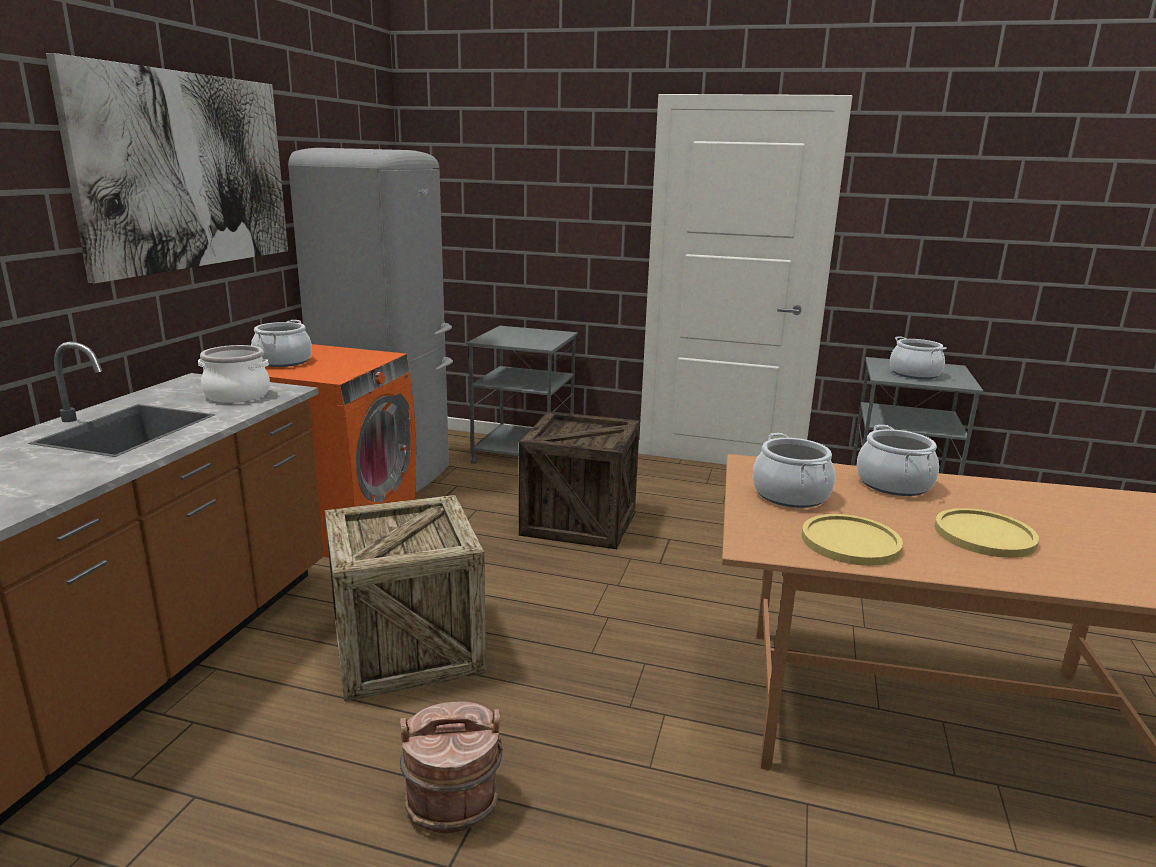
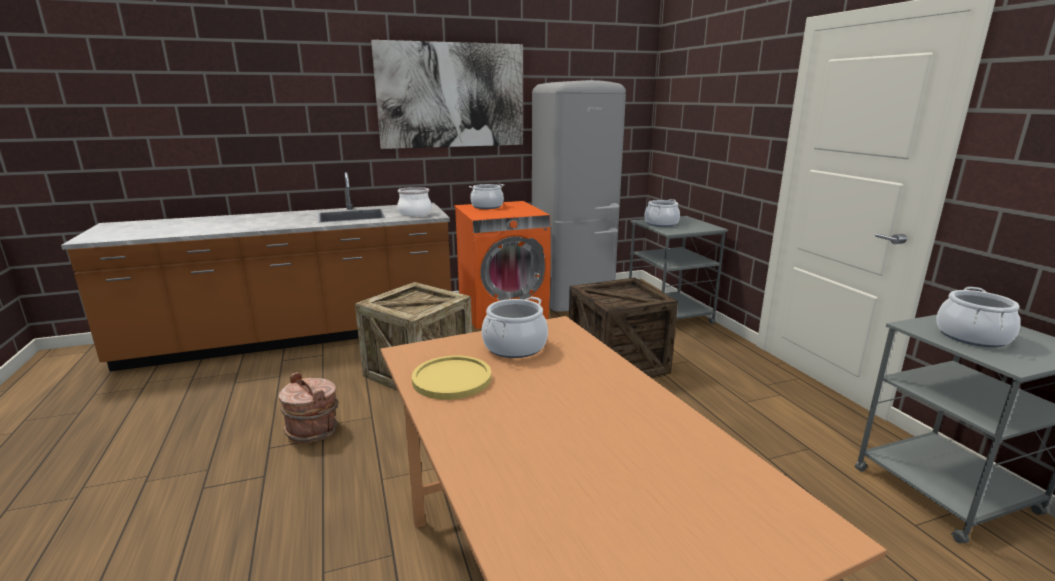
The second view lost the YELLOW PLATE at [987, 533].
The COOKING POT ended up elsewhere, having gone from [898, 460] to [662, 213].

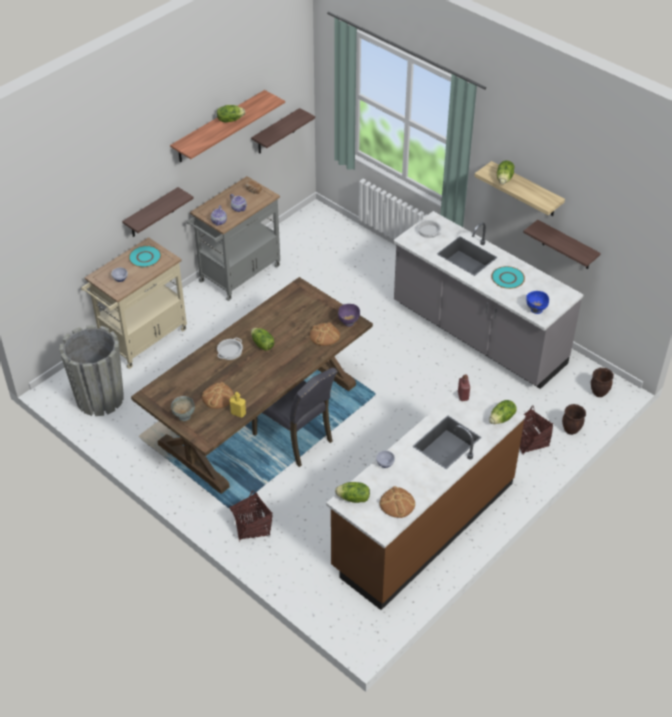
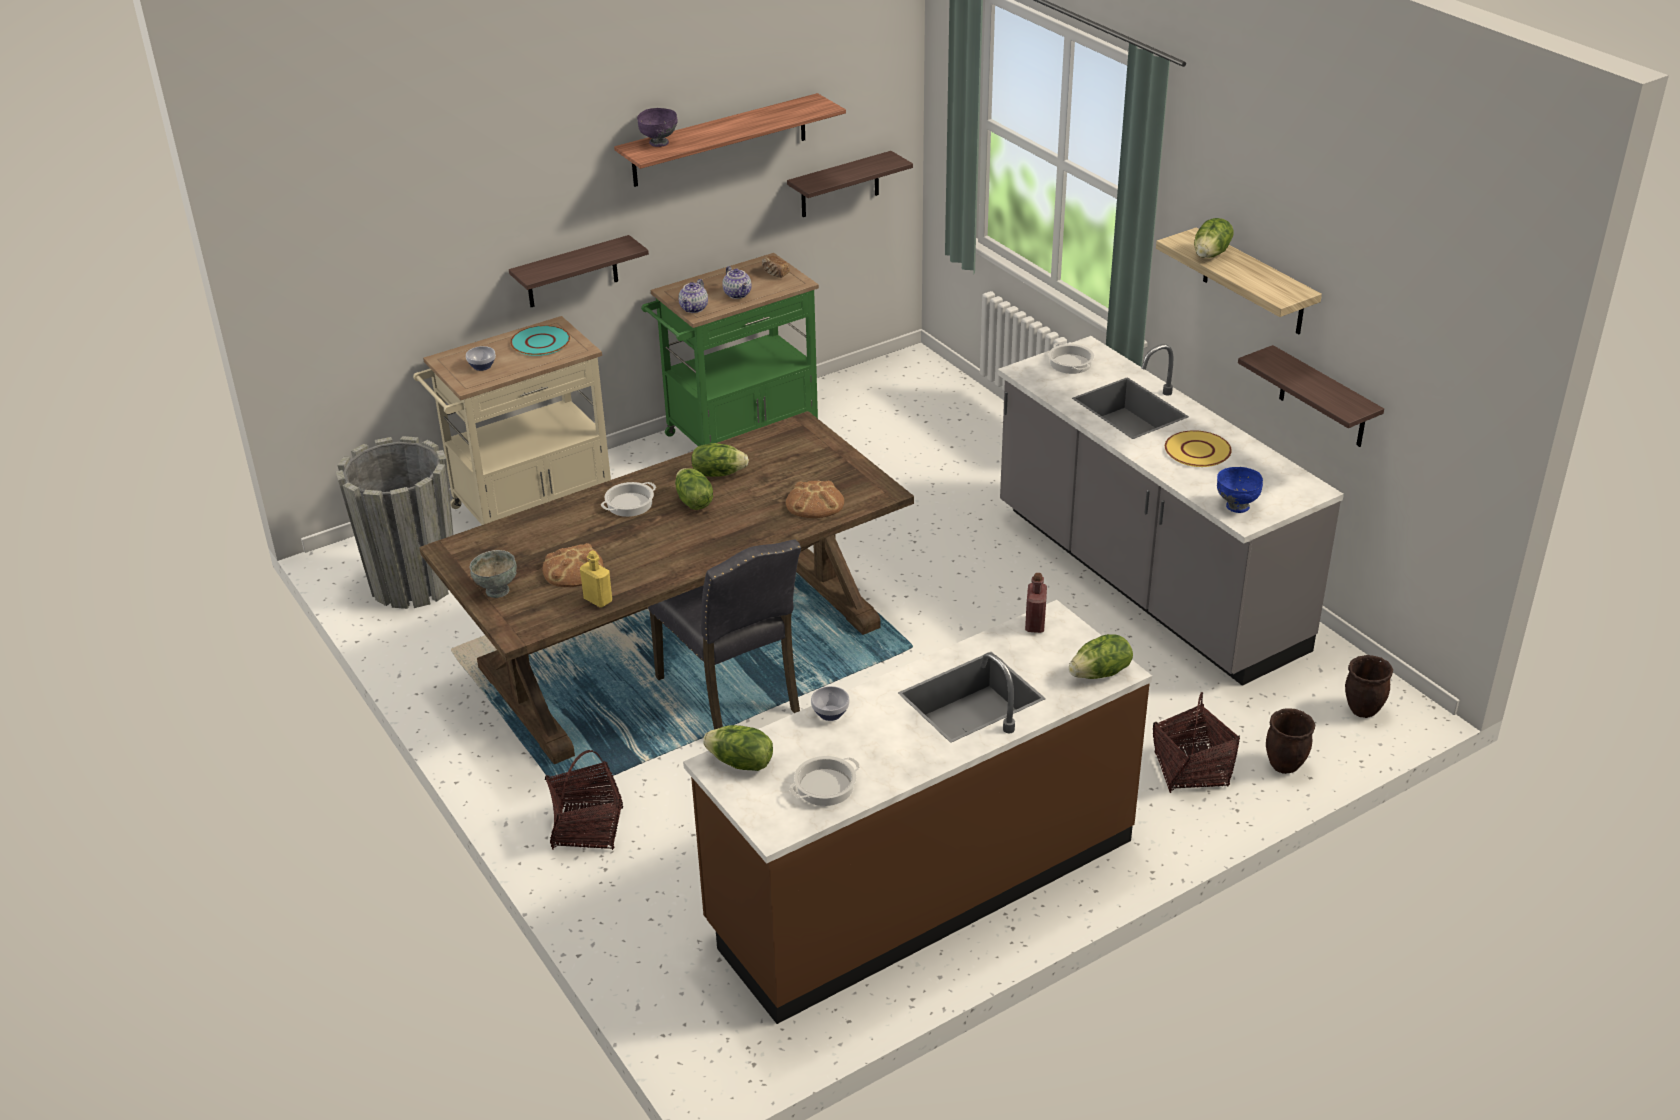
The LETTUCE ended up elsewhere, having gone from [231, 113] to [720, 460].
The PURPLE BOWL ended up elsewhere, having gone from [349, 315] to [657, 127].
Where the BREAD stood at [397, 502], the COOKING POT came to stand at [824, 781].
What was the GREY CART at [233, 238] turned into the GREEN CART at [730, 349].
What was the TURQUOISE PLATE at [508, 277] turned into the YELLOW PLATE at [1198, 448].

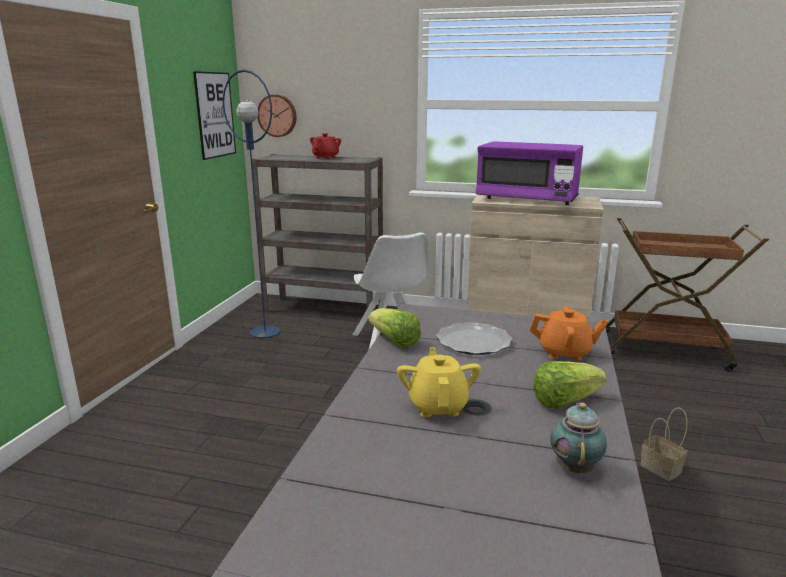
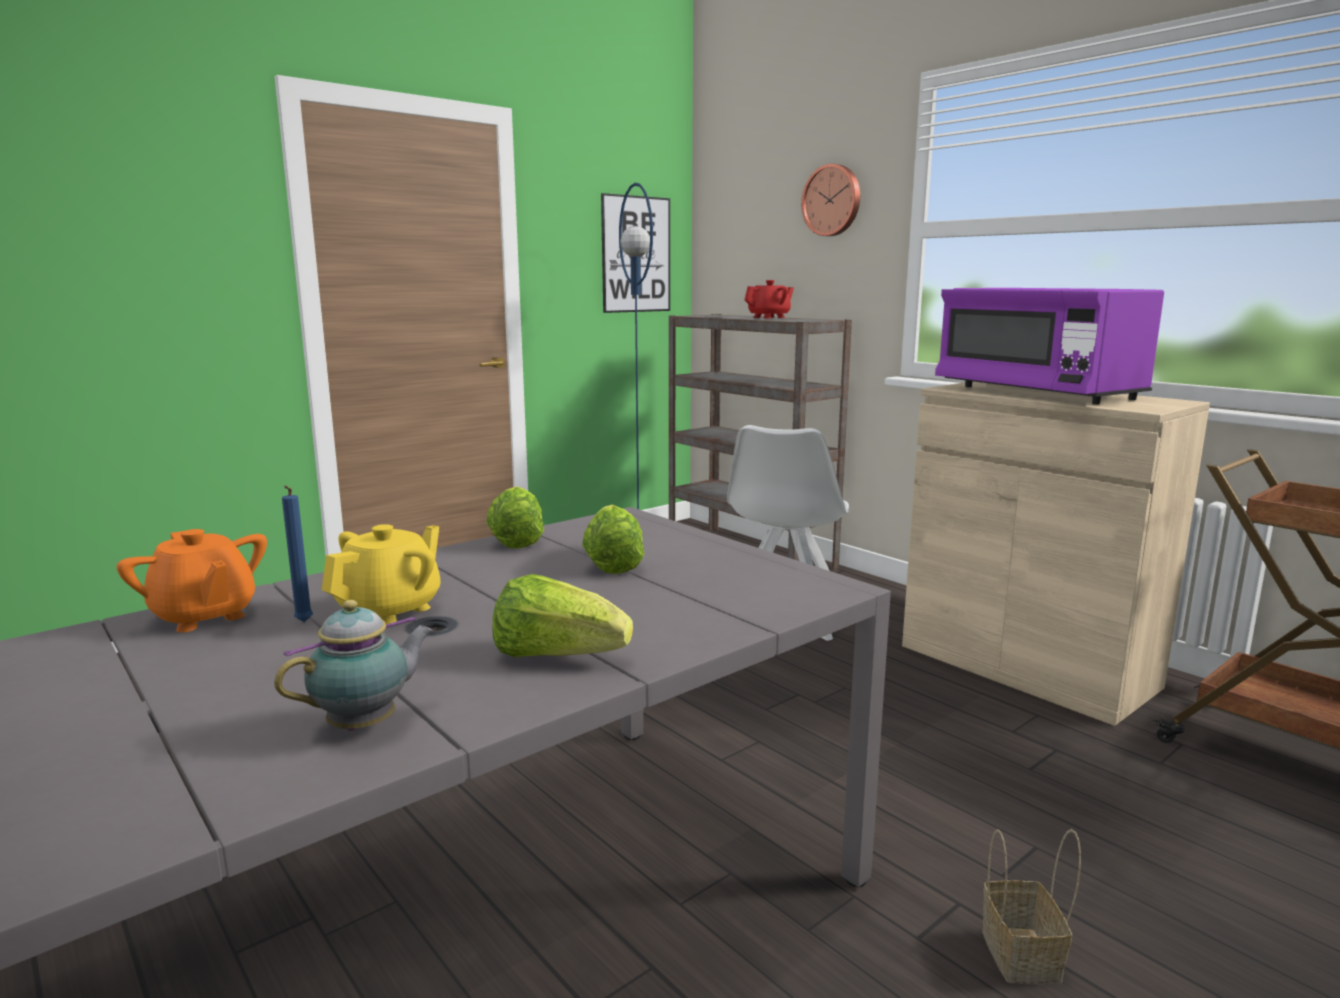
The second view gained the BLUE CANDLE at [297, 553].
The WALL CLOCK ended up elsewhere, having gone from [277, 115] to [830, 200].
The ORANGE TEAPOT ended up elsewhere, having gone from [568, 333] to [191, 580].
Where the PLATE stood at [474, 338], the LETTUCE came to stand at [613, 539].

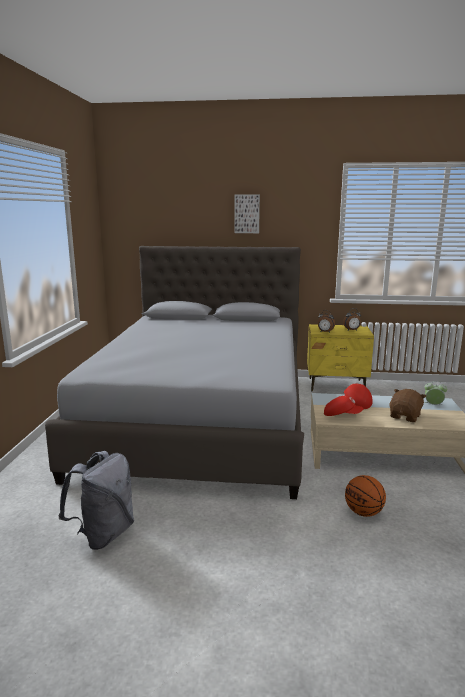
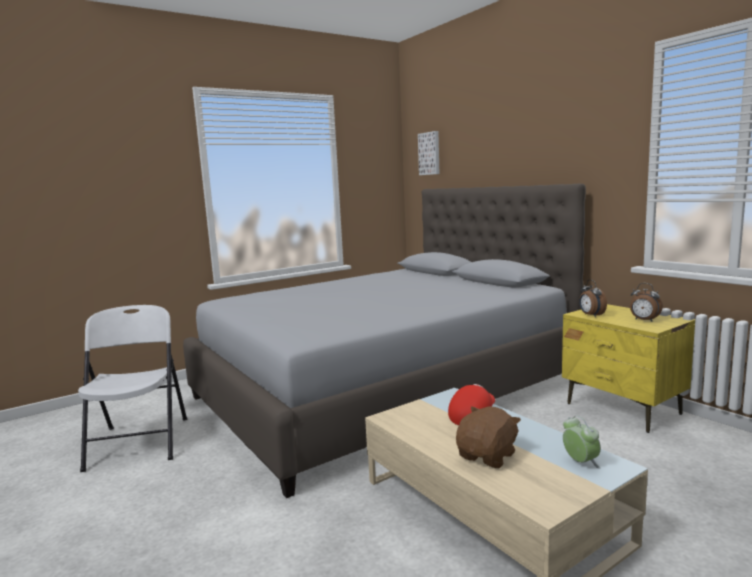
The second view lost the RED CAP at [344, 406].
The second view lost the BASKETBALL at [365, 496].
The PICTURE ended up elsewhere, having gone from [247, 213] to [428, 153].
Where the GREY BACKPACK stood at [96, 500], the WHITE CHAIR came to stand at [132, 388].
The BROWN PLUSH TOY at [408, 405] ended up facing another way, 45 degrees counterclockwise from before.

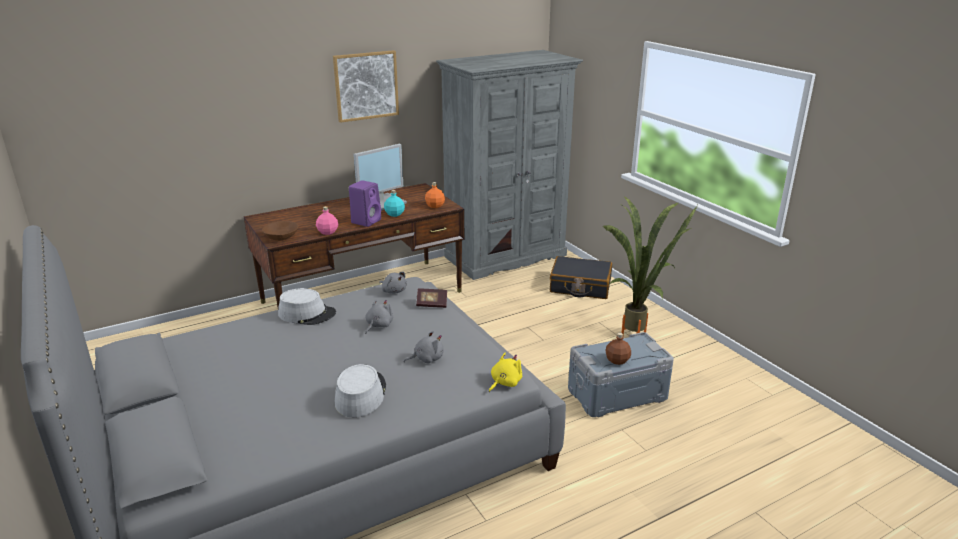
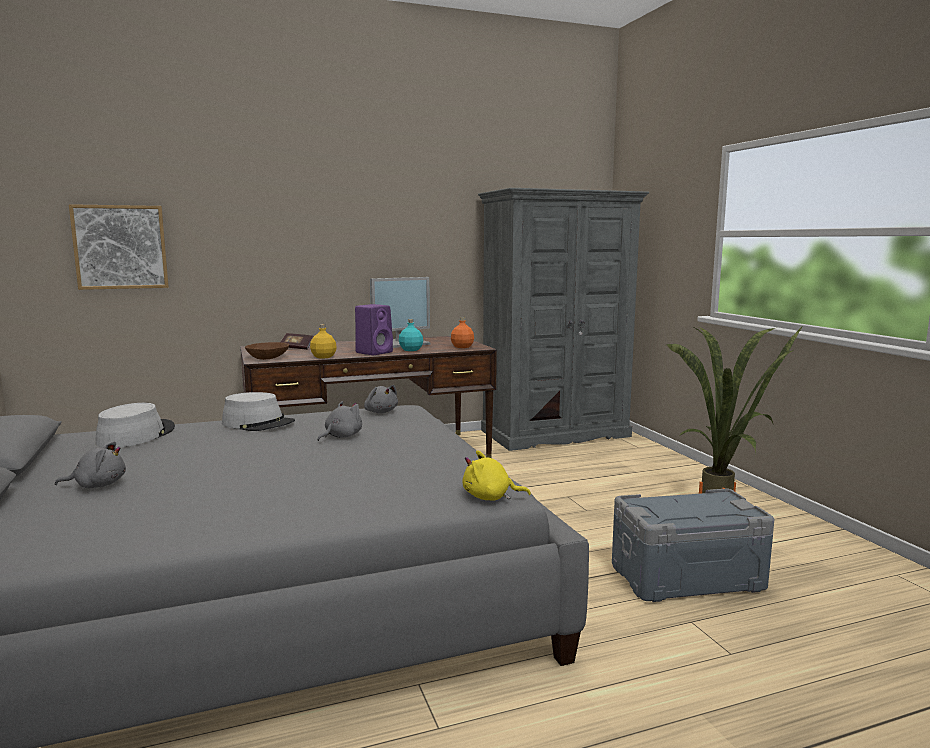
The second view lost the BLACK SUITCASE at [581, 277].
The second view lost the BROWN BOTTLE at [618, 349].
The PICTURE ended up elsewhere, having gone from [366, 86] to [119, 247].
The GREY HAT ended up elsewhere, having gone from [360, 391] to [135, 425].
The GREY PLUSH TOY ended up elsewhere, having gone from [424, 347] to [90, 464].
The BOOK ended up elsewhere, having gone from [431, 298] to [297, 341].
What was the PINK BOTTLE at [327, 220] turned into the YELLOW BOTTLE at [323, 341].
The YELLOW PLUSH TOY at [505, 372] ended up facing another way, 135 degrees counterclockwise from before.

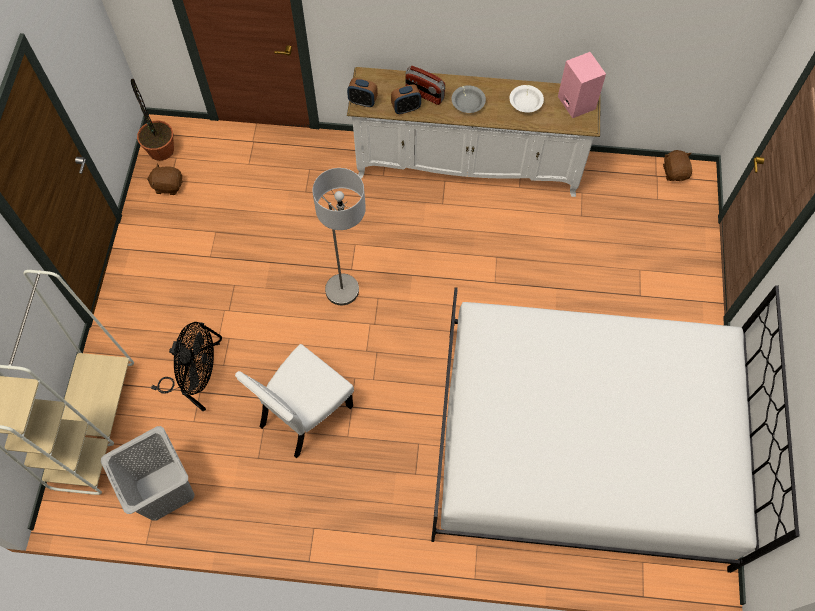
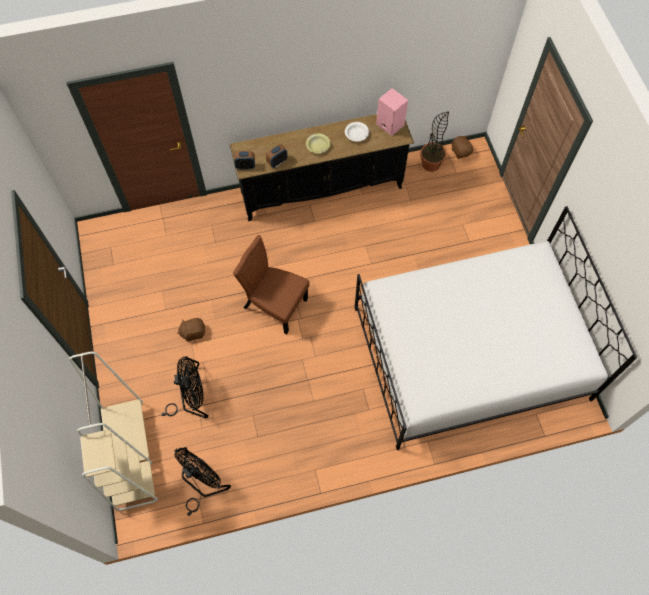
The second view lost the WHITE CHAIR at [294, 401].
The second view lost the RADIO at [425, 85].
The POTTED PLANT ended up elsewhere, having gone from [152, 120] to [435, 141].
The BROWN PLUSH TOY ended up elsewhere, having gone from [165, 179] to [192, 330].
Where the GREY LAUNDRY BASKET stood at [147, 473], the BLACK FAN came to stand at [202, 481].
Where the GREY FLOOR LAMP stood at [339, 236], the BROWN CHAIR came to stand at [271, 284].
What was the WHITE DRESSER at [474, 132] turned into the BLACK DRESSER at [322, 167].
What was the GREY BOWL at [468, 99] turned into the YELLOW BOWL at [318, 143].

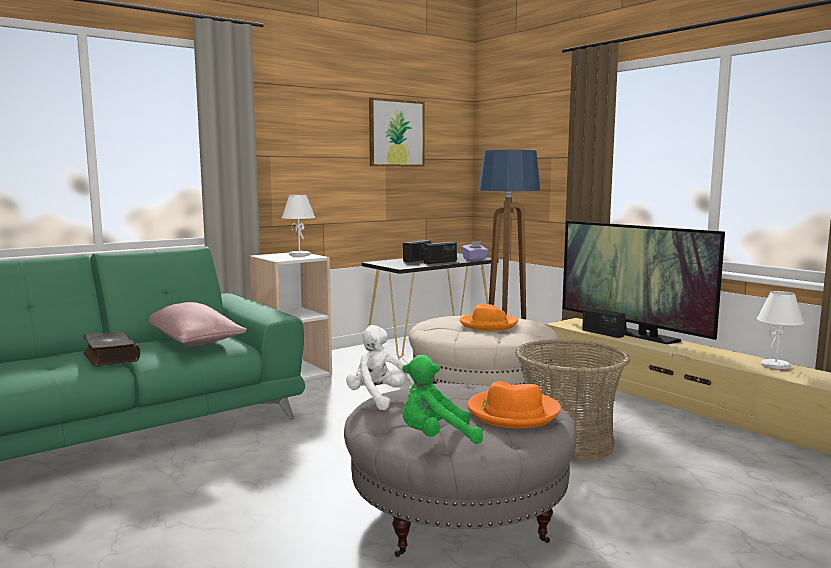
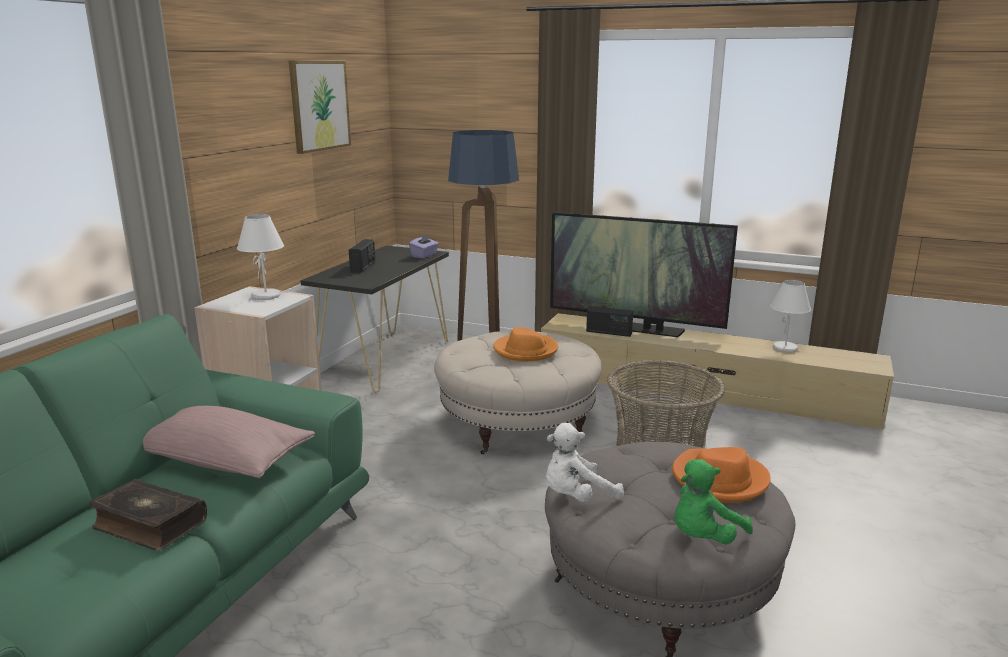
The second view lost the RADIO at [440, 253].
The WHITE PLUSH TOY at [380, 368] ended up facing another way, 45 degrees counterclockwise from before.

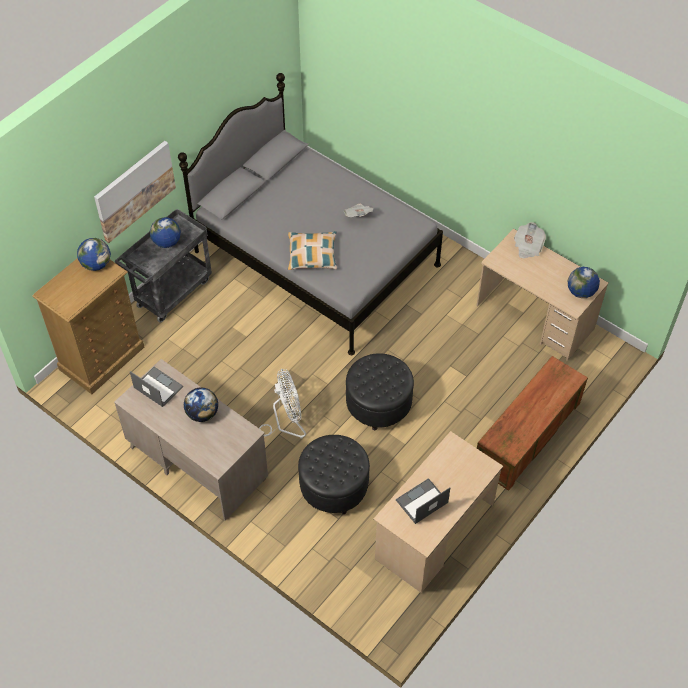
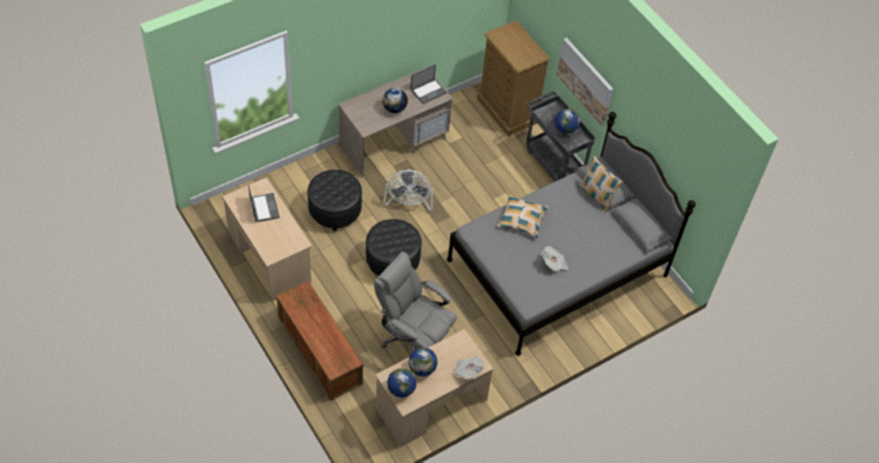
The second view gained the GREY OFFICE CHAIR at [415, 301].
The second view gained the PILLOW at [600, 184].
The GLOBE ended up elsewhere, having gone from [94, 254] to [423, 361].

